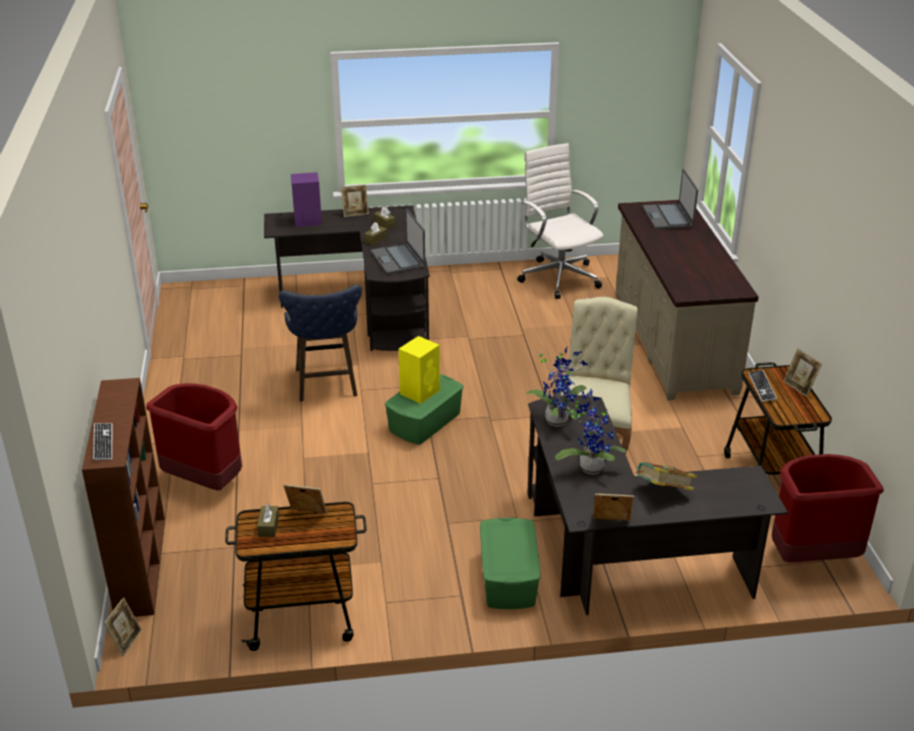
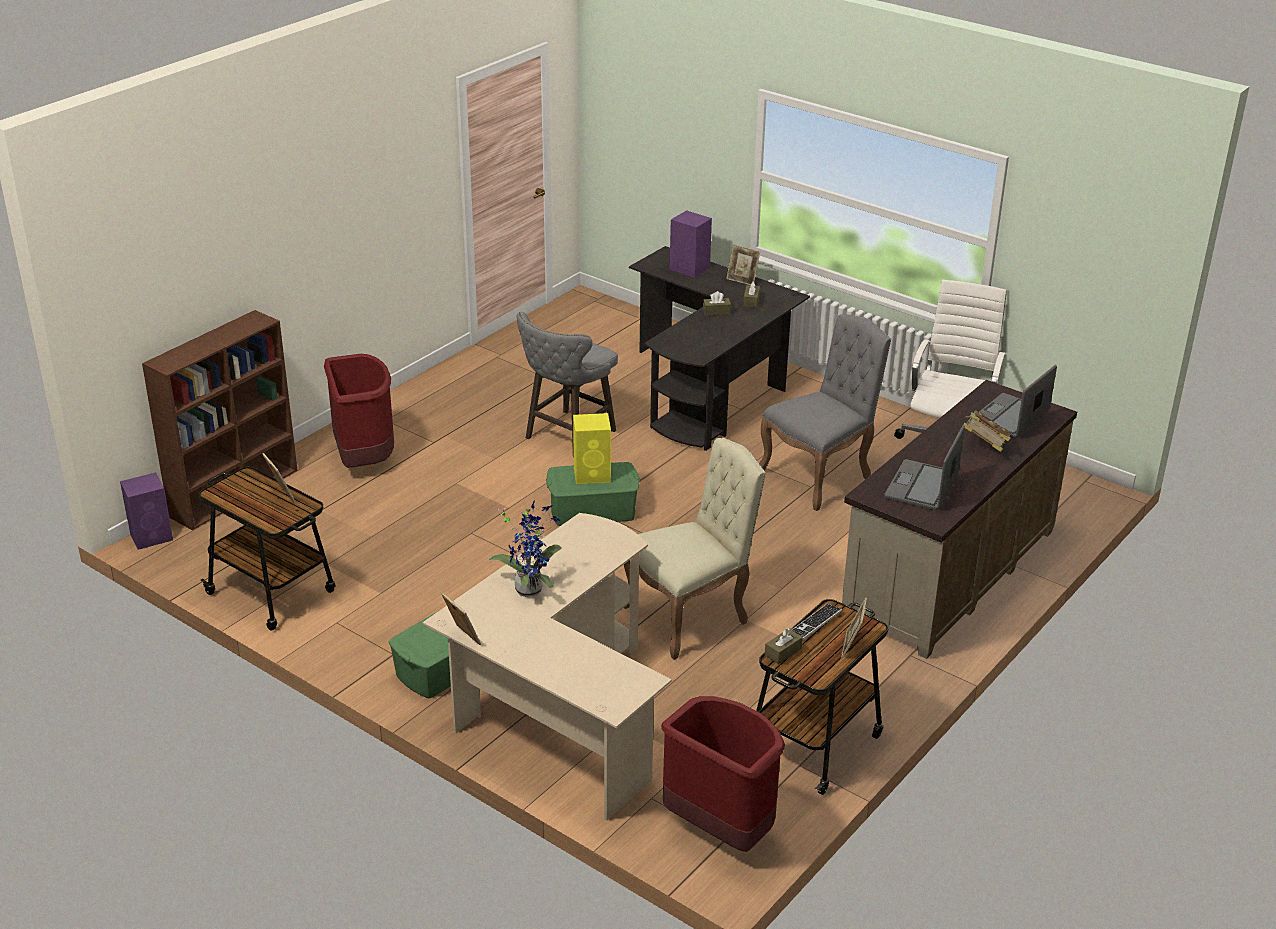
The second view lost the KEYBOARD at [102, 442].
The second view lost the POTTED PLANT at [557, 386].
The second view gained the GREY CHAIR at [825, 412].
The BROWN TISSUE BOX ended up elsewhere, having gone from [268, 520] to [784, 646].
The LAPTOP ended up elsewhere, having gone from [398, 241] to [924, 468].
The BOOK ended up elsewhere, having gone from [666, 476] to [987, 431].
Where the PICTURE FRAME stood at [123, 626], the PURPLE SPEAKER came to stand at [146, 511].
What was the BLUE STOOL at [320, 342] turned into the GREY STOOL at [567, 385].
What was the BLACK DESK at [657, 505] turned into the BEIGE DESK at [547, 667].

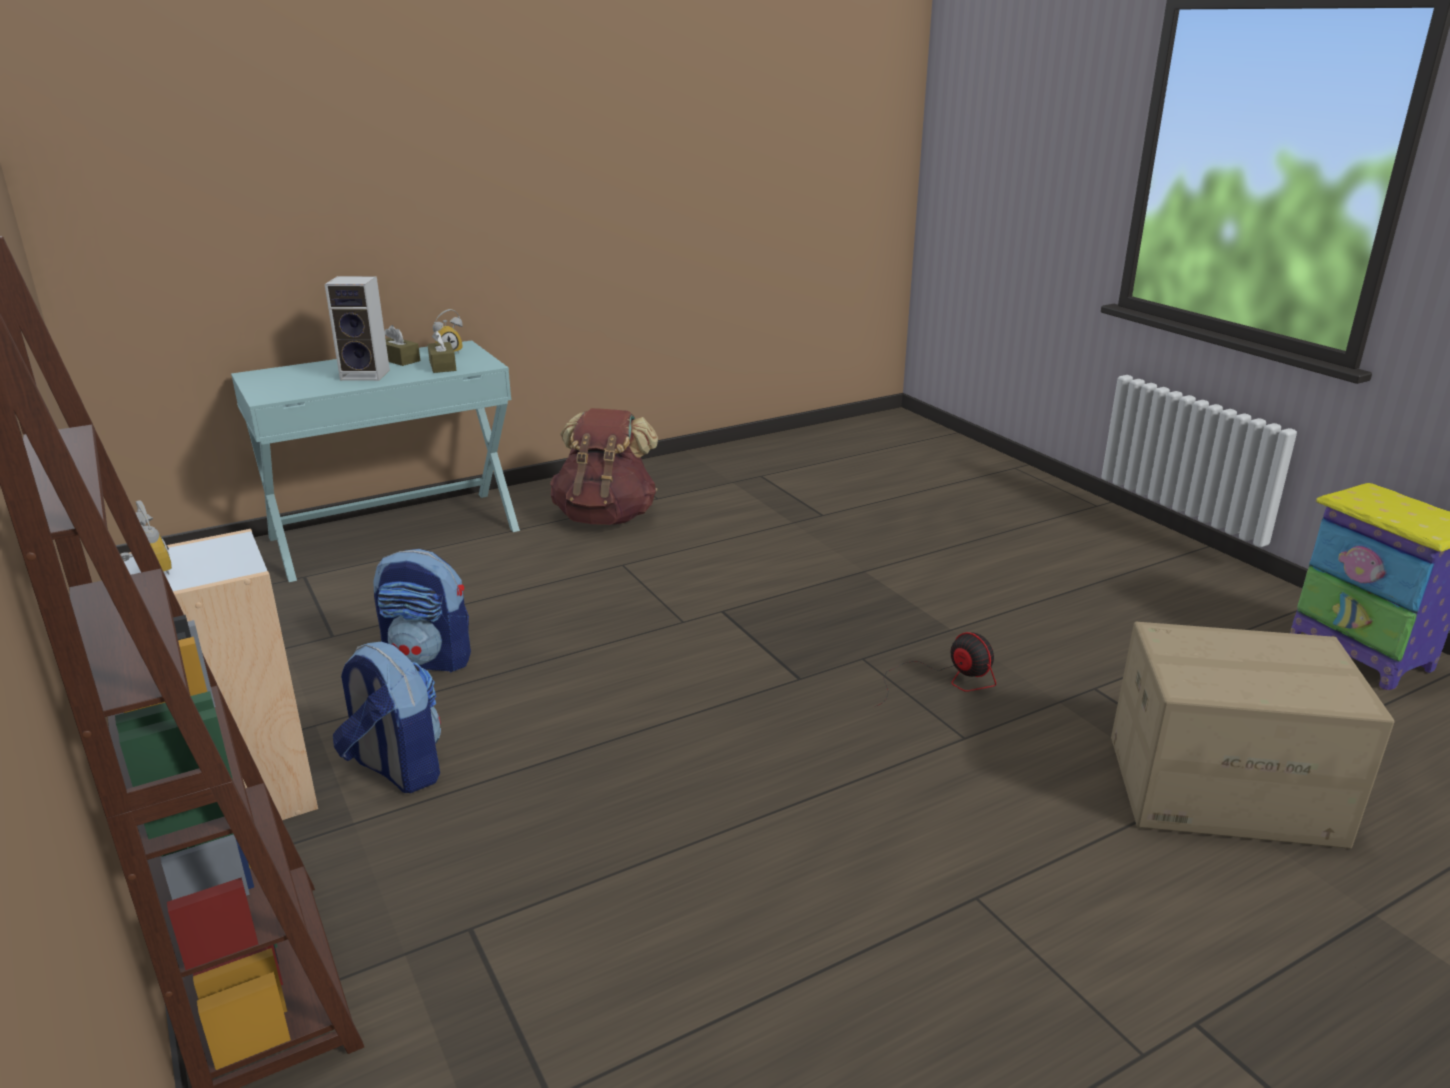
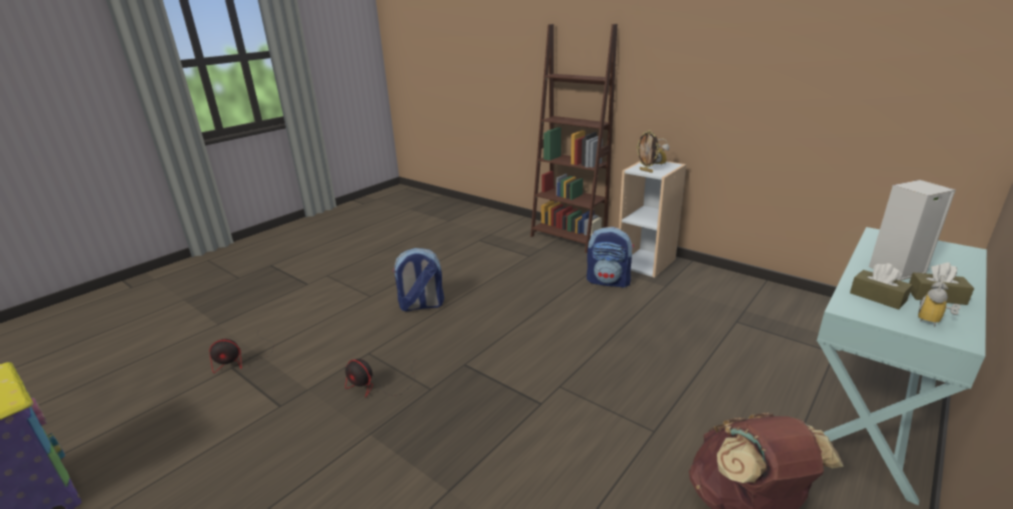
The second view gained the PICTURE FRAME at [648, 151].
The BACKPACK ended up elsewhere, having gone from [422, 611] to [418, 280].
Where the CARDBOARD BOX stood at [1253, 735], the FAN came to stand at [241, 351].

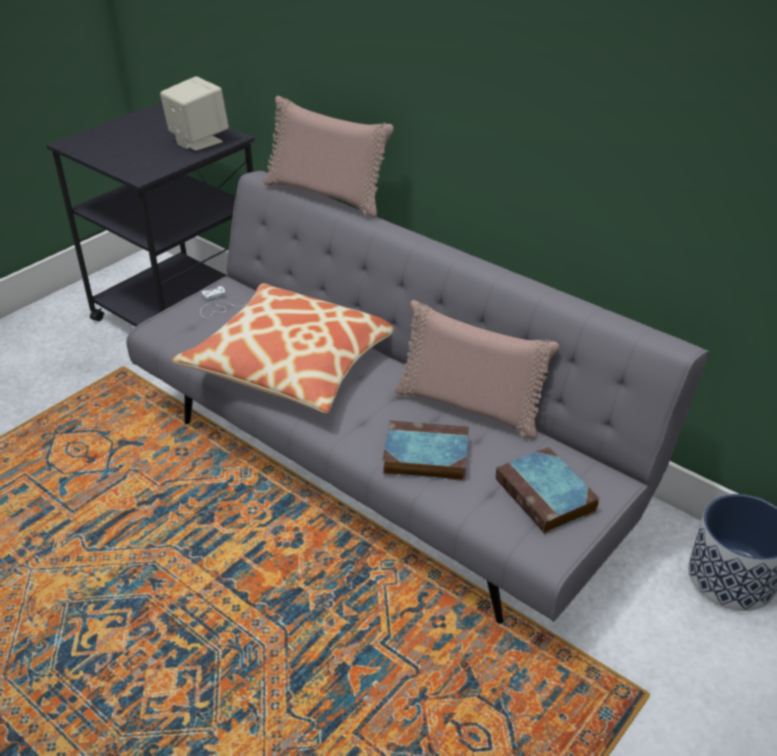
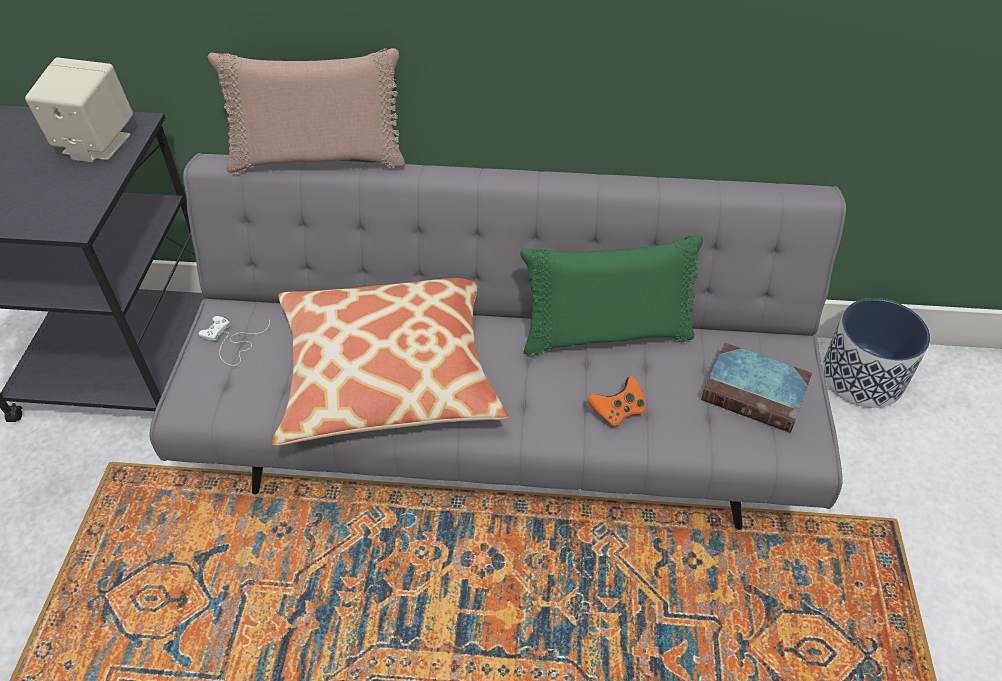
Where the BOOK stood at [425, 451], the ORANGE GAME CONTROLLER came to stand at [617, 401].
What was the BEIGE PILLOW at [477, 369] turned into the GREEN PILLOW at [611, 296].

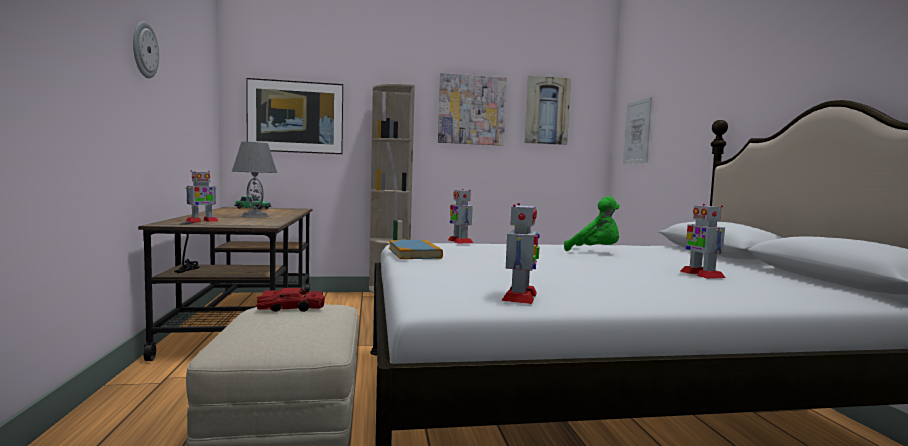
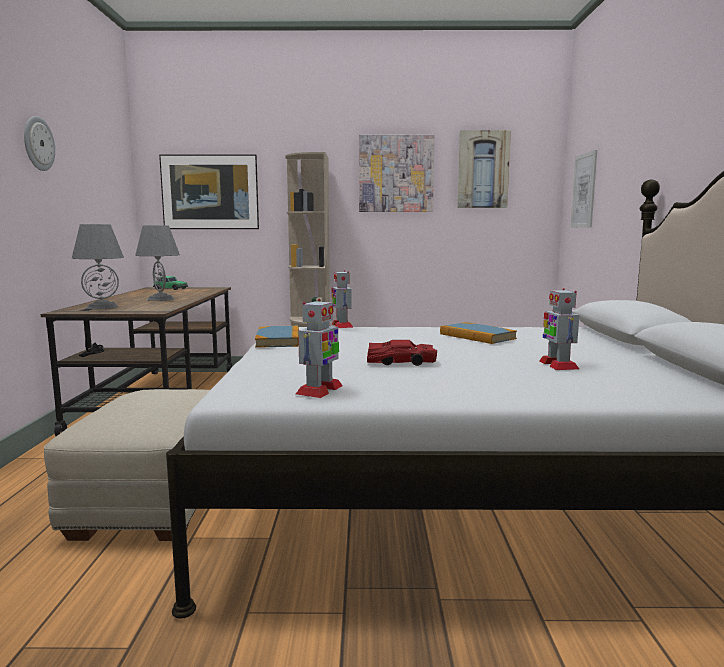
The RED TOY CAR ended up elsewhere, having gone from [291, 300] to [402, 353].
Where the TOY ROBOT stood at [202, 196], the GREY TABLE LAMP came to stand at [98, 266].
Where the GREEN PLUSH TOY stood at [592, 223], the BOOK came to stand at [478, 333].

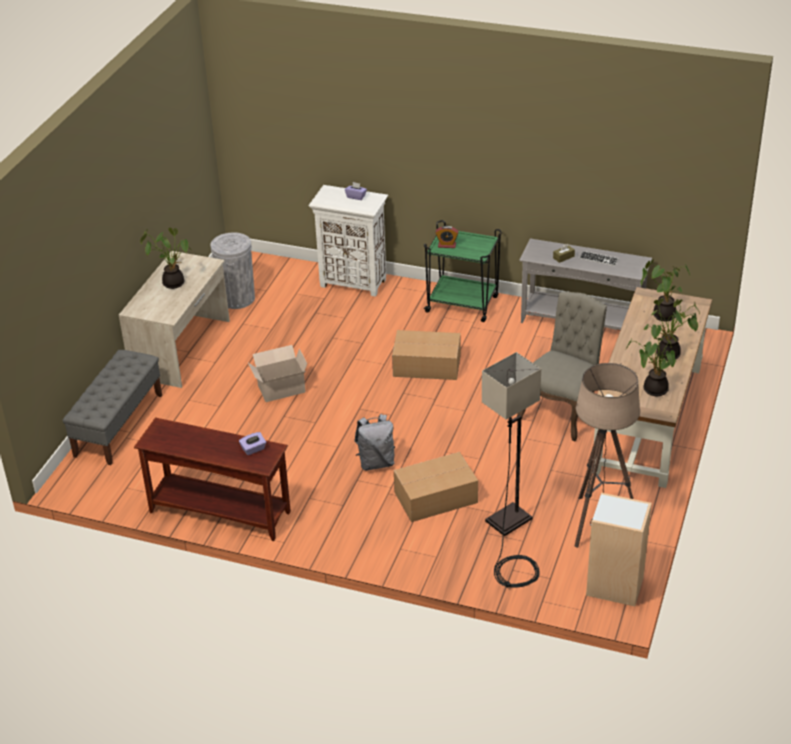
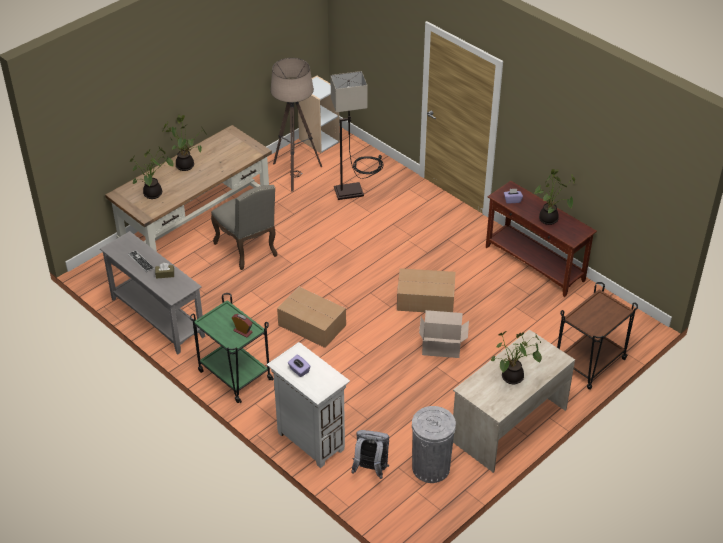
The GREY BACKPACK ended up elsewhere, having gone from [374, 442] to [370, 454].
The CARDBOARD BOX ended up elsewhere, having gone from [436, 487] to [426, 290].
The POTTED PLANT ended up elsewhere, having gone from [651, 363] to [555, 197].
Where the GREY BENCH stood at [112, 407], the BROWN CART came to stand at [597, 336].
The GREY CHAIR at [562, 366] ended up facing another way, 90 degrees counterclockwise from before.

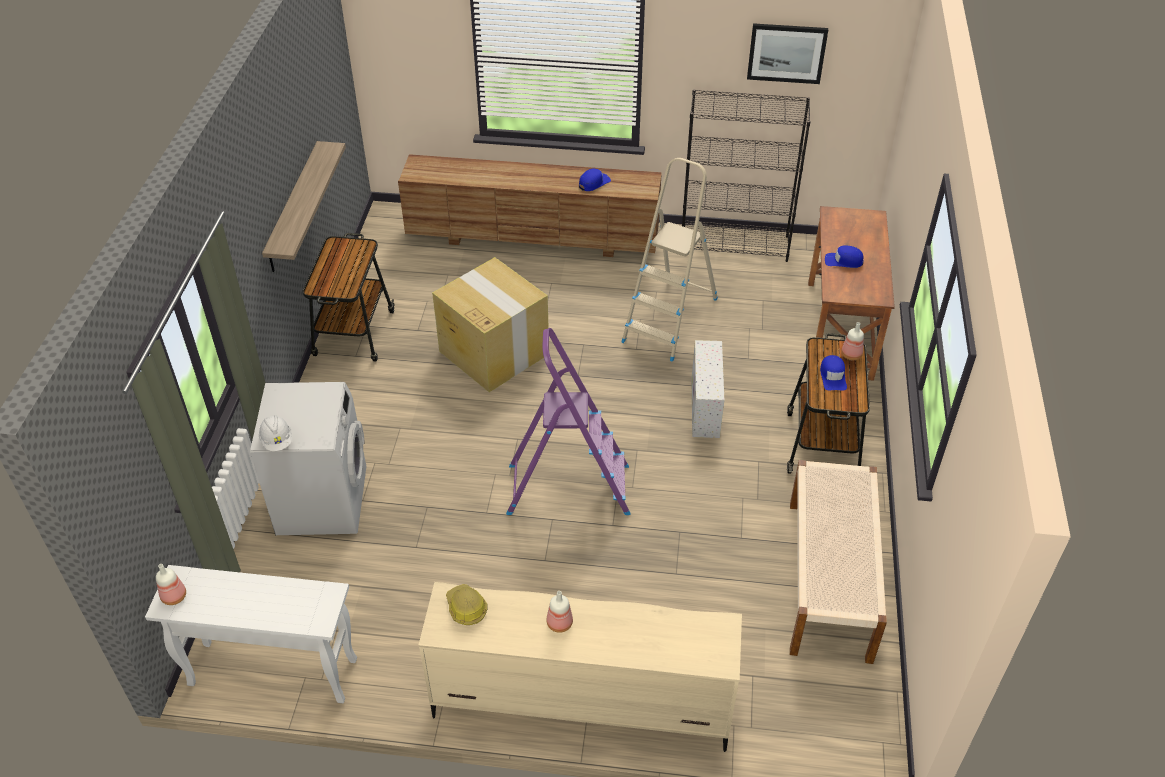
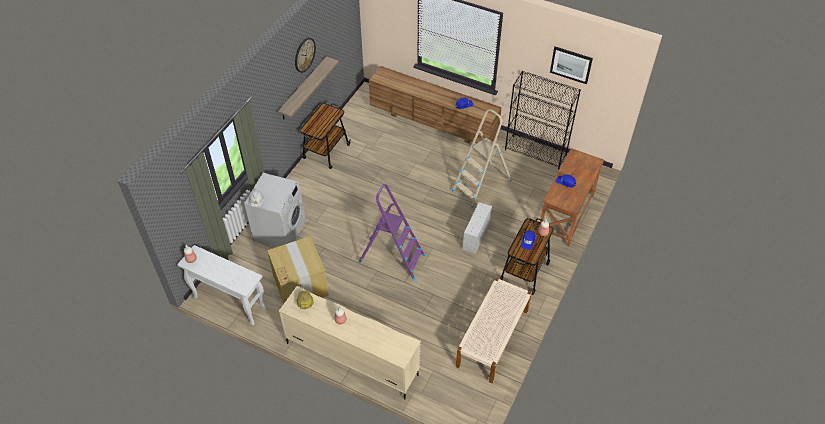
The second view gained the WALL CLOCK at [305, 55].
The CARDBOARD BOX ended up elsewhere, having gone from [490, 324] to [298, 269].

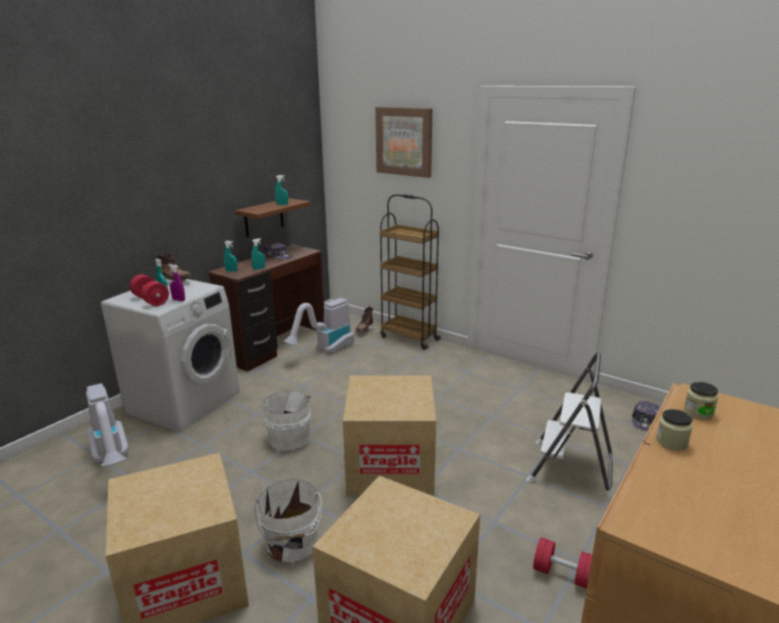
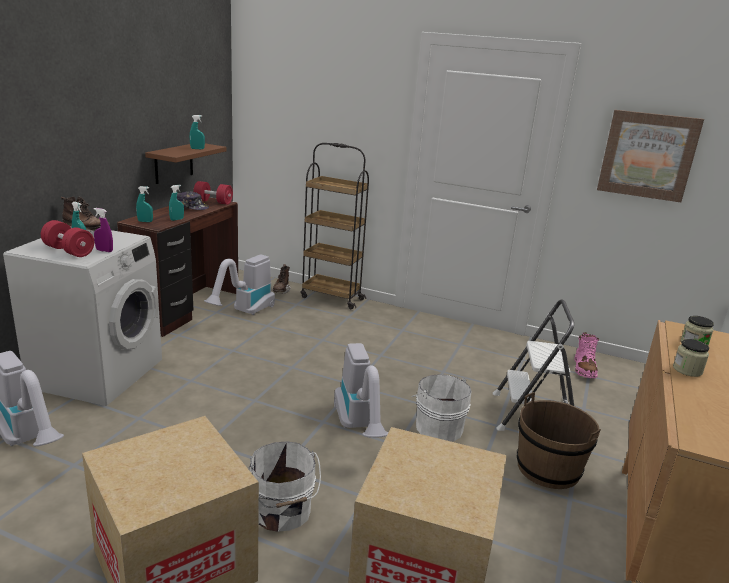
The second view gained the BROWN BUCKET at [559, 440].
The WHITE BUCKET ended up elsewhere, having gone from [285, 421] to [442, 408].
The PICTURE ended up elsewhere, having gone from [403, 142] to [650, 156].
The RED DUMBBELL ended up elsewhere, having gone from [562, 563] to [213, 193].
Where the CARDBOARD BOX stood at [389, 436], the VACUUM CLEANER came to stand at [361, 390].
Where the CAP stood at [646, 416], the PINK BOOT came to stand at [586, 355].

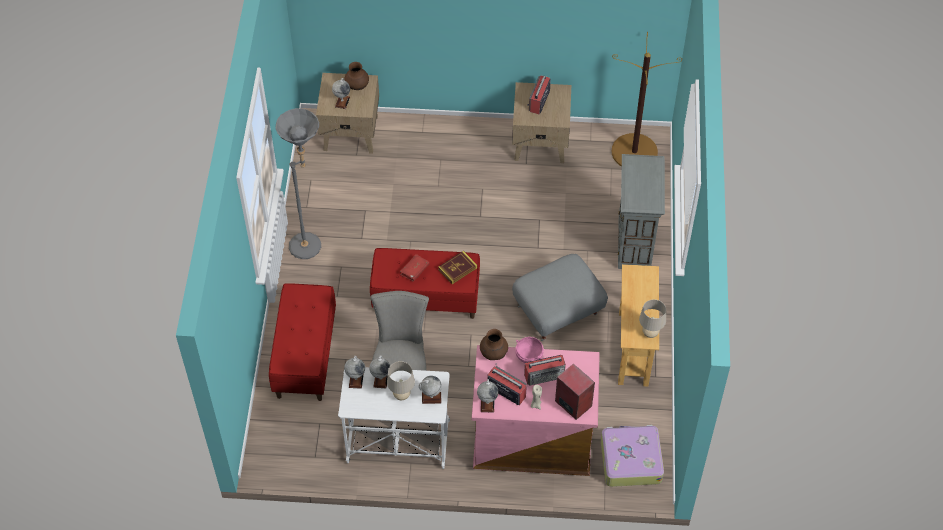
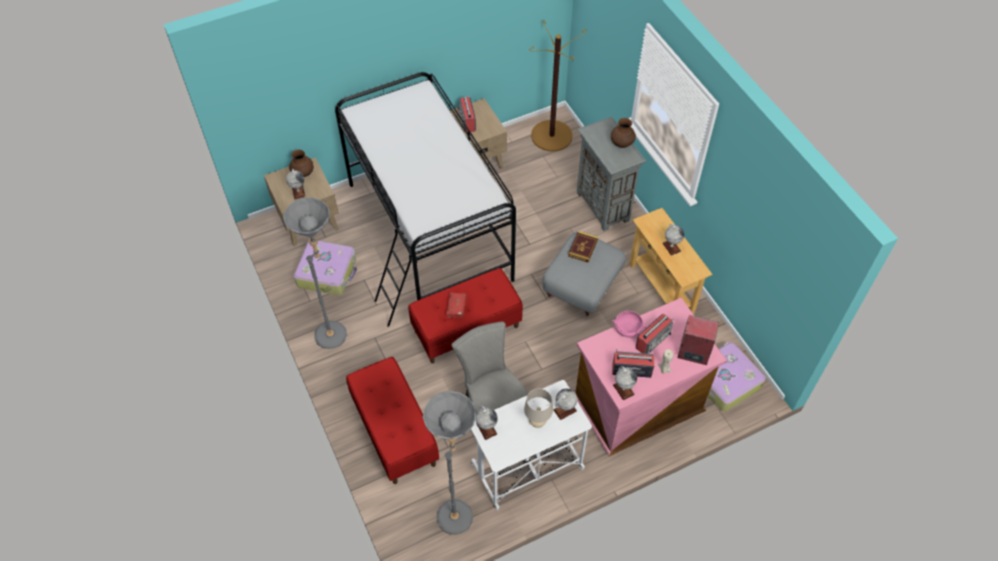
The second view lost the BEIGE TABLE LAMP at [652, 318].
The second view gained the SUITCASE at [325, 268].
The second view gained the BLACK BED at [425, 199].
The second view gained the GREY FLOOR LAMP at [449, 463].
The GLOBE ended up elsewhere, having gone from [379, 371] to [673, 240].
The BOOK ended up elsewhere, having gone from [457, 267] to [583, 247].
The BROWN VASE ended up elsewhere, having gone from [494, 344] to [623, 133].

